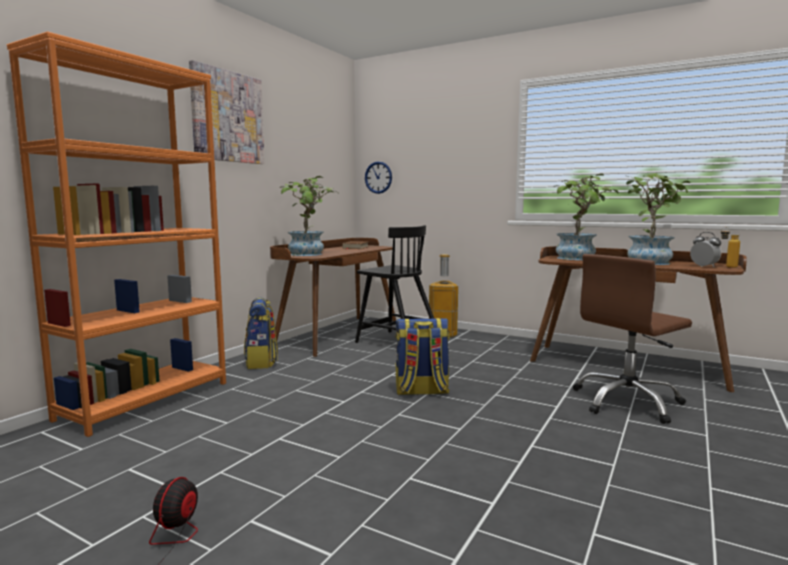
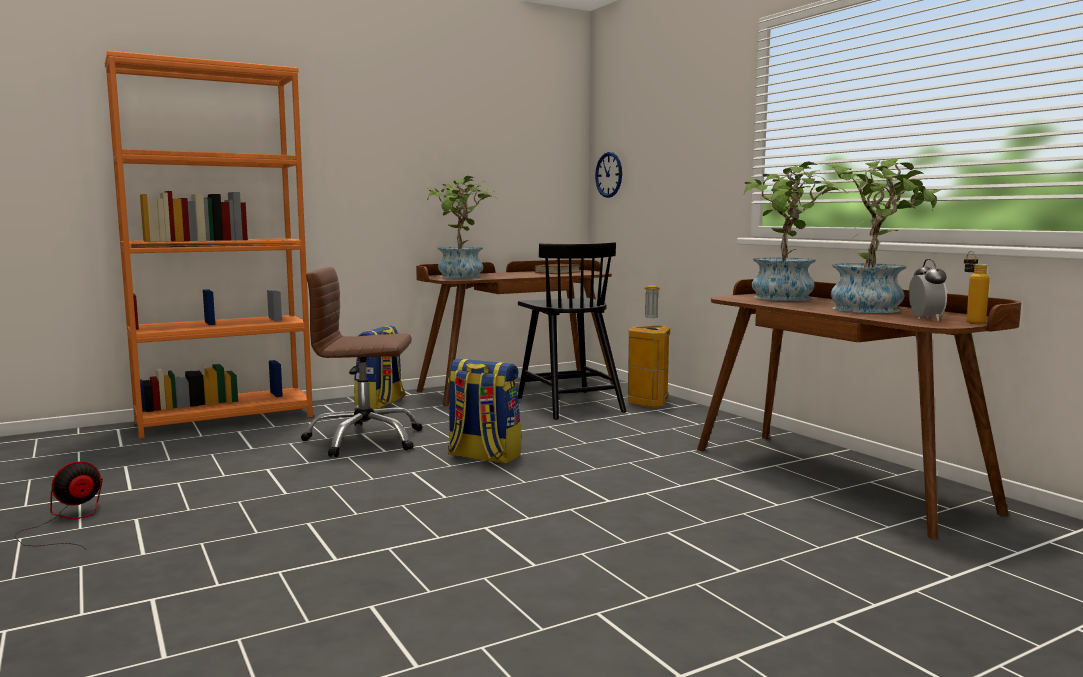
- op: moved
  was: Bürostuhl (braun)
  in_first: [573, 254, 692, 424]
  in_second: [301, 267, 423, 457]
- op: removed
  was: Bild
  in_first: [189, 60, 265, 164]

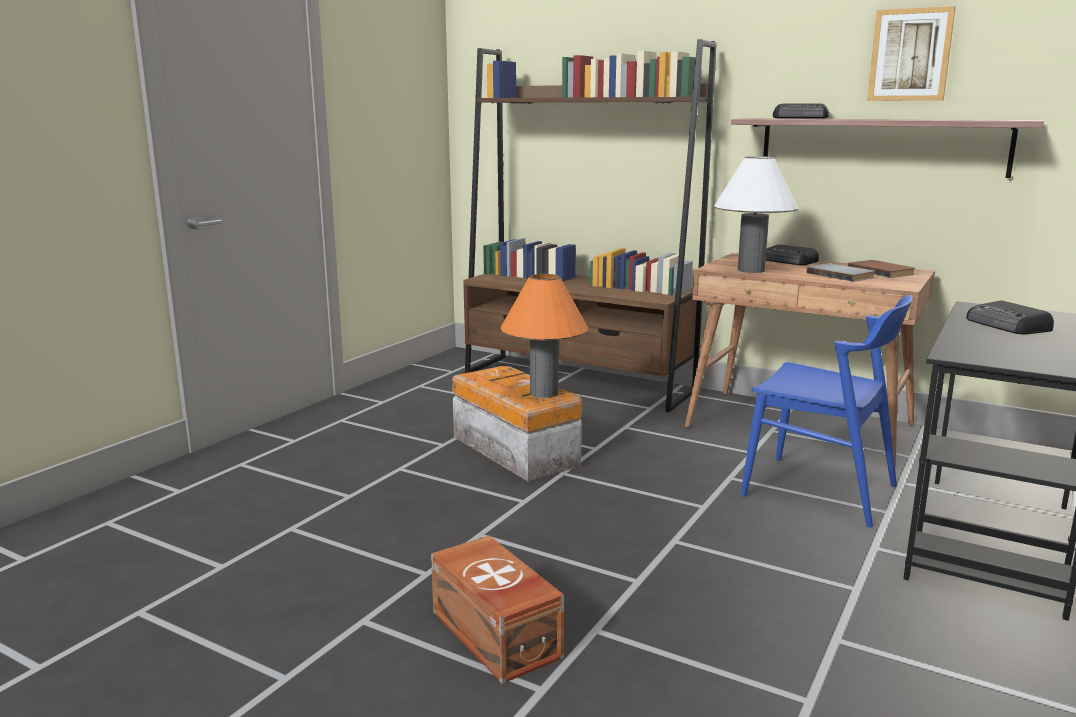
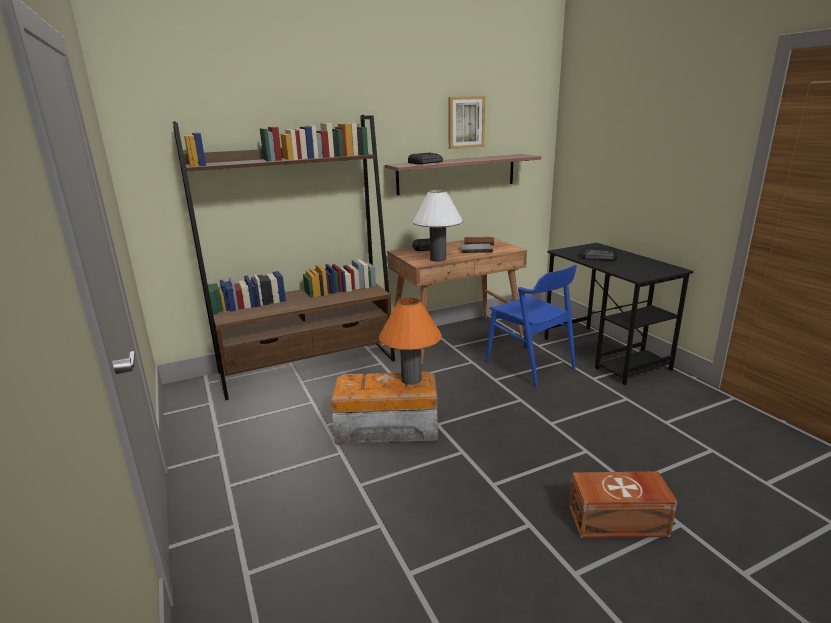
- op: turned
  was: Stuhl (blau)
  in_first: [741, 295, 912, 528]
  in_second: [486, 265, 577, 387]
  clockwise: 75

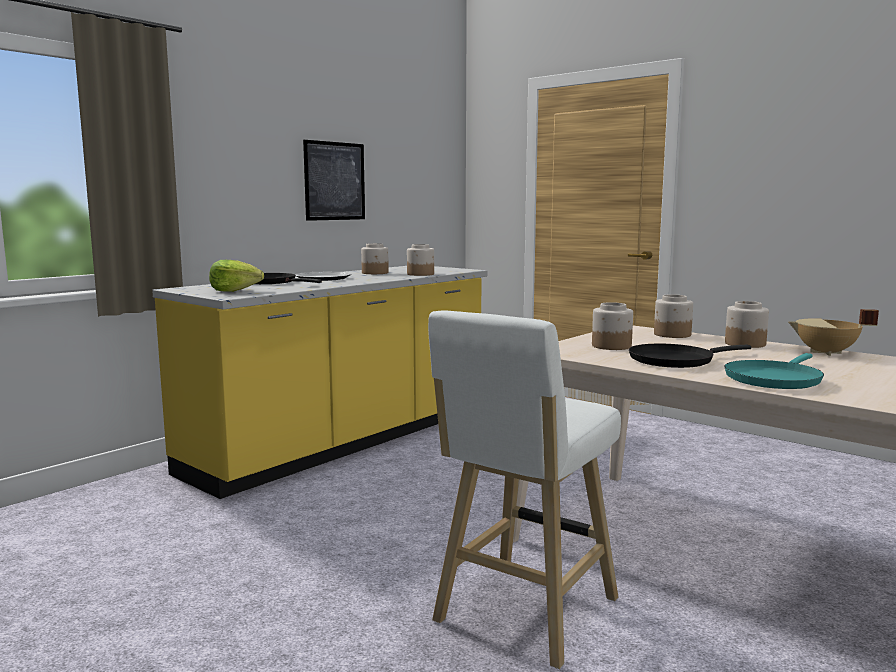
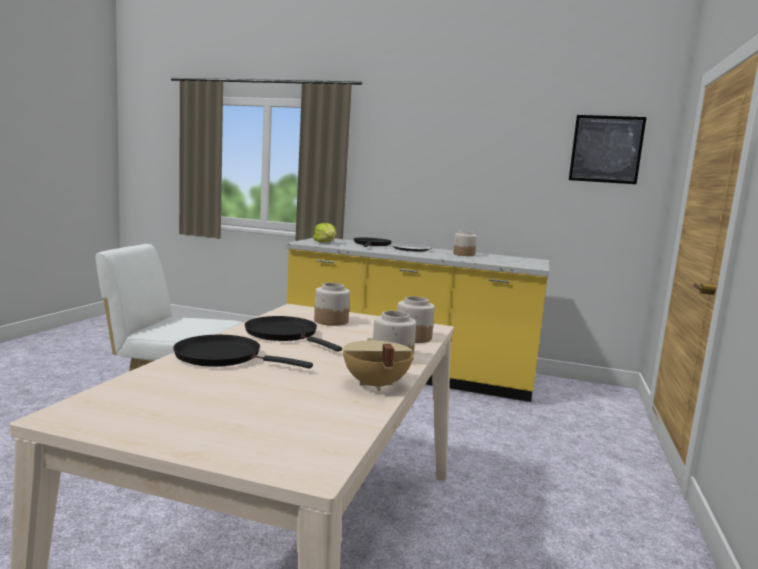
- op: recoloured
  was: Pfanne (türkis)
  now: Pfanne (schwarz)
  in_first: [724, 353, 824, 389]
  in_second: [173, 335, 313, 369]
- op: moved
  was: Bild
  in_first: [303, 140, 365, 221]
  in_second: [569, 115, 647, 184]
- op: removed
  was: Vorratsglas
  in_first: [407, 244, 434, 276]

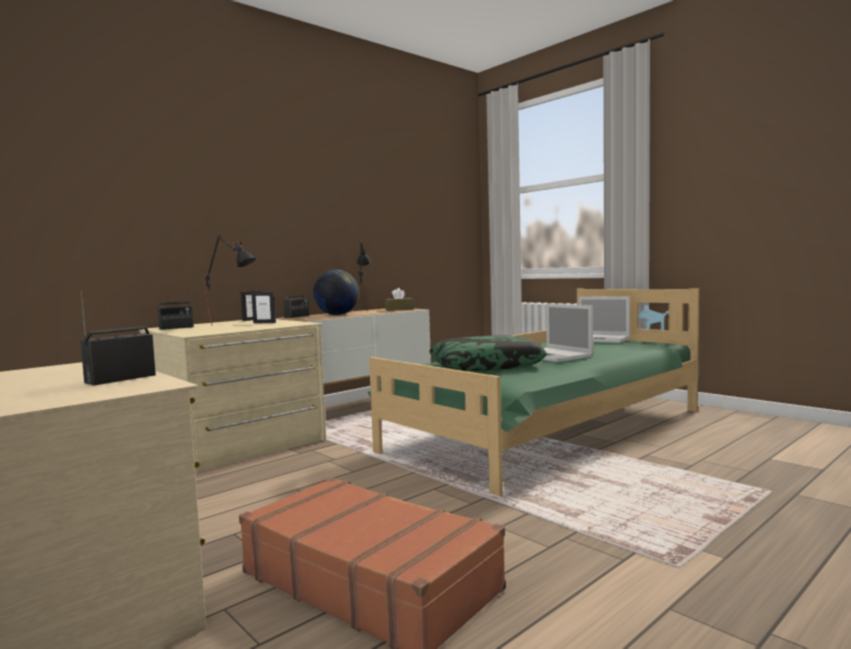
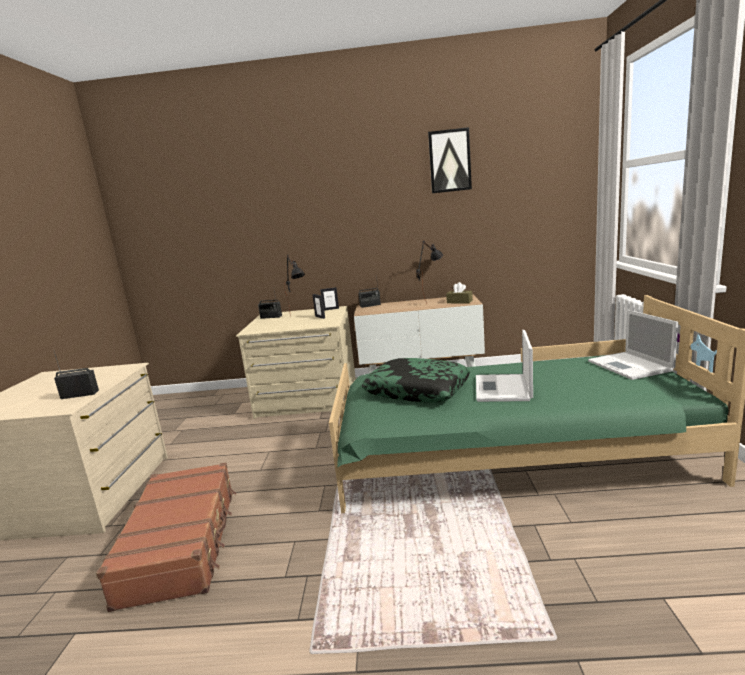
- op: added
  now: Bild
  in_second: [428, 127, 472, 193]
- op: removed
  was: Globus
  in_first: [313, 270, 359, 315]

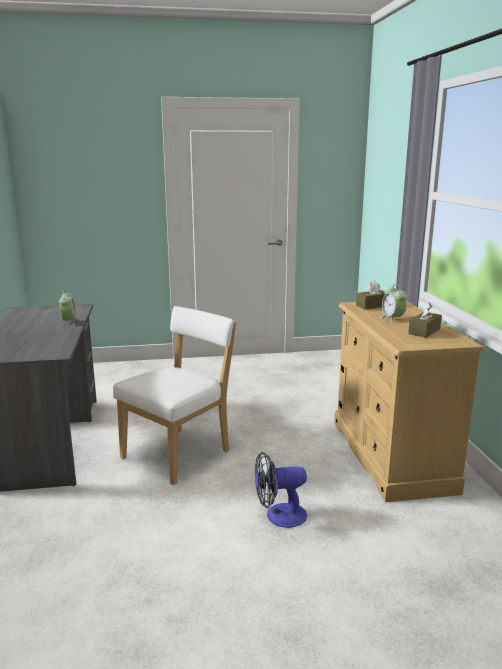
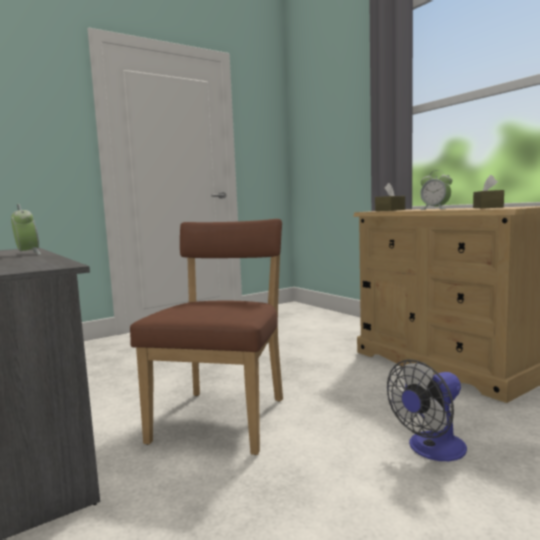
- op: recoloured
  was: Stuhl (weiß)
  now: Stuhl (braun)
  in_first: [113, 306, 236, 485]
  in_second: [130, 219, 283, 455]

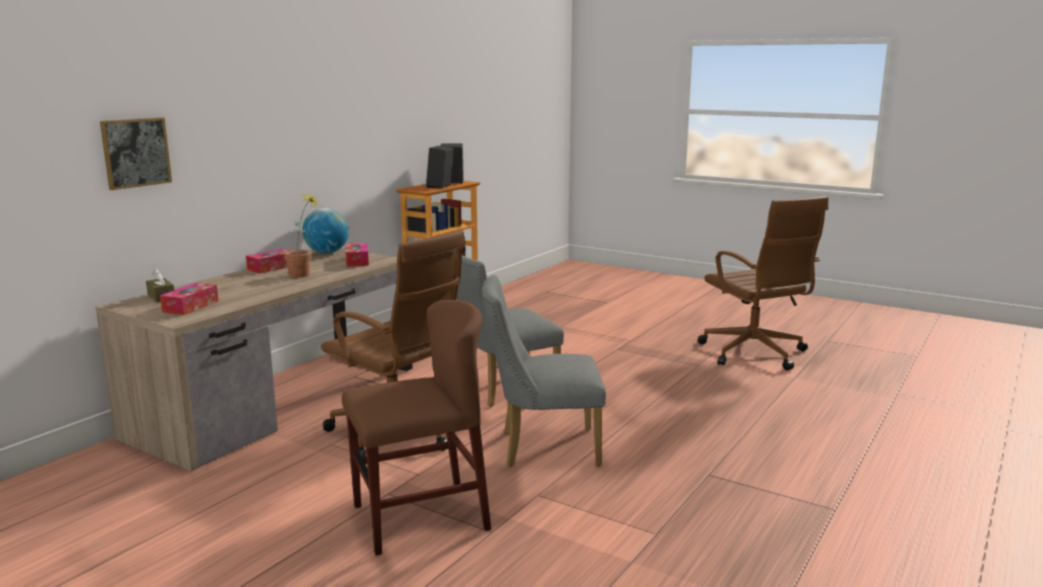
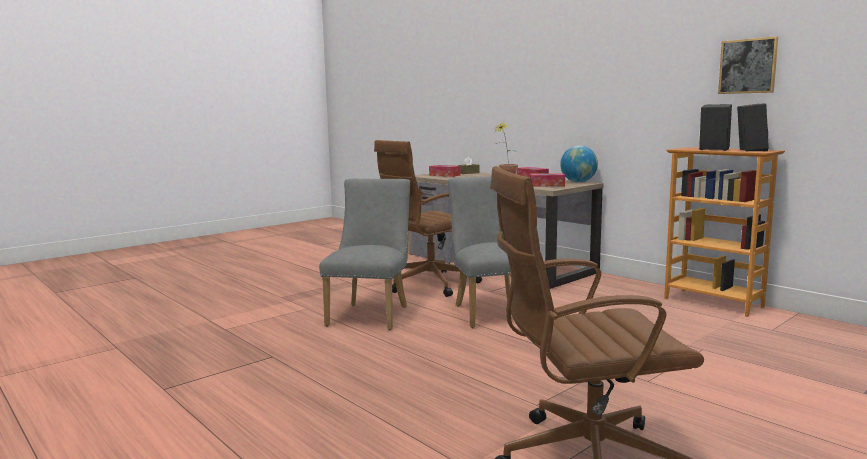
- op: moved
  was: Bild
  in_first: [100, 117, 172, 190]
  in_second: [718, 36, 778, 94]
- op: removed
  was: Stuhl (braun)
  in_first: [342, 300, 491, 556]

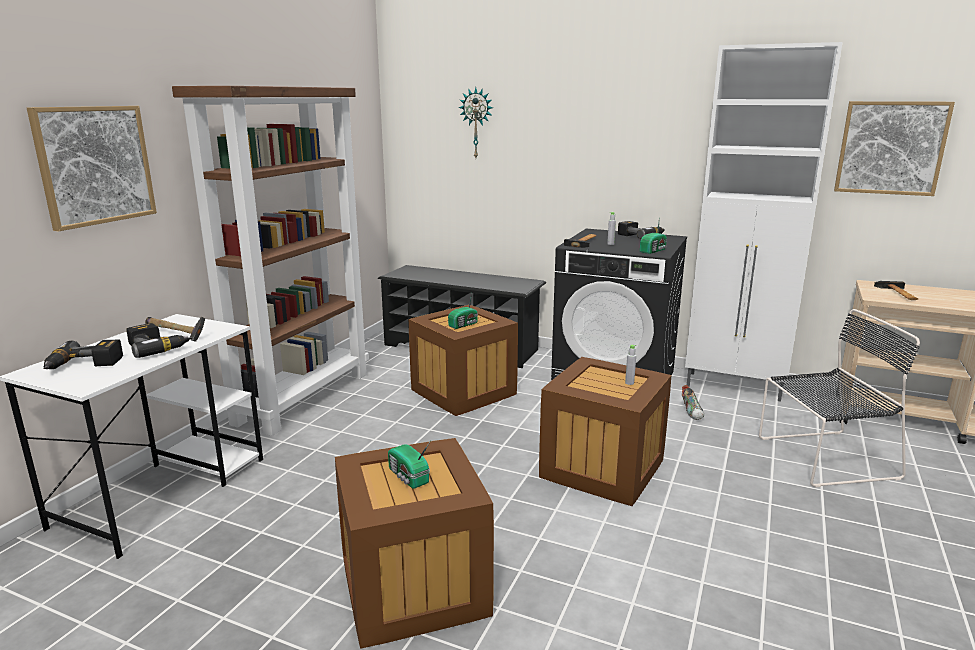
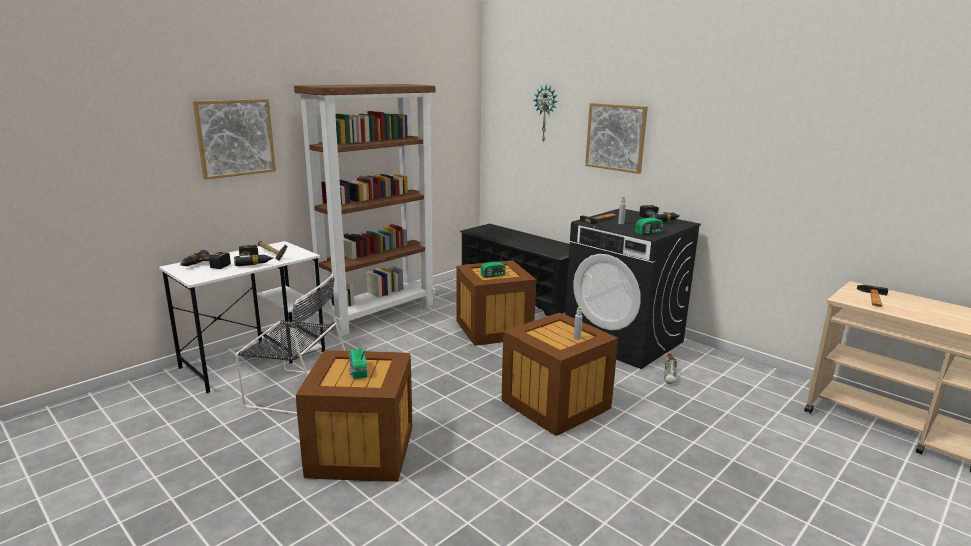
- op: moved
  was: Stuhl (schwarz)
  in_first: [759, 309, 920, 487]
  in_second: [236, 274, 345, 414]
- op: moved
  was: Bild
  in_first: [834, 101, 955, 196]
  in_second: [585, 103, 648, 174]
- op: removed
  was: Schrank (weiß)
  in_first: [685, 42, 843, 402]

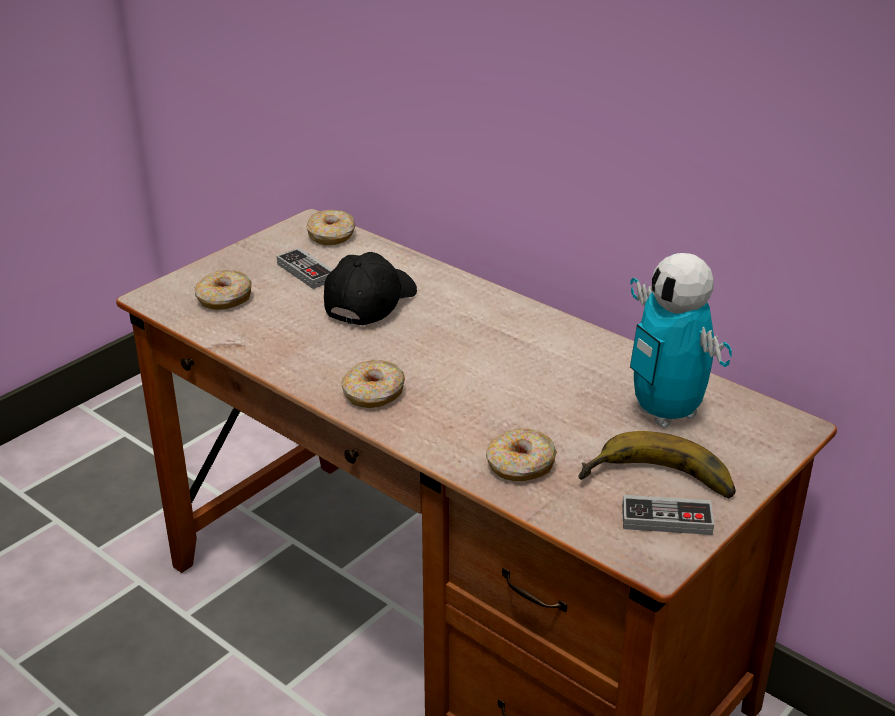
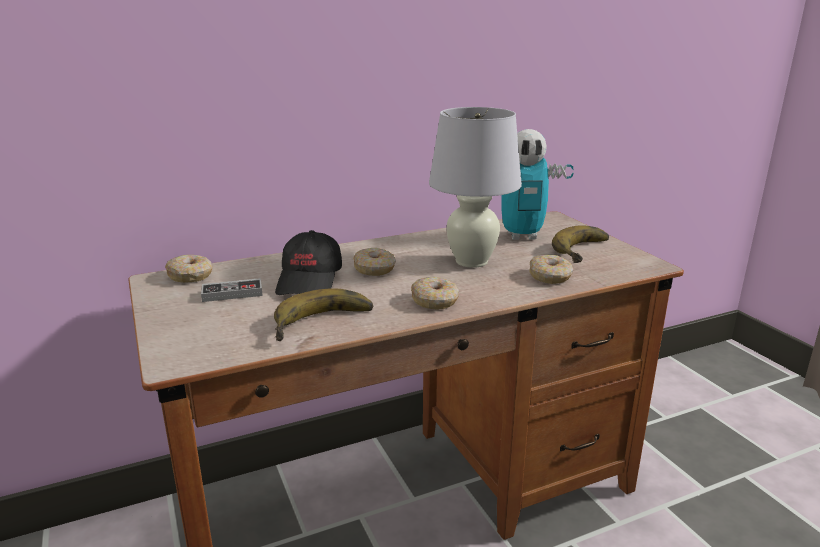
- op: added
  now: Banane
  in_second: [274, 288, 374, 341]
- op: turned
  was: Kappe (schwarz)
  in_first: [324, 252, 417, 325]
  in_second: [275, 230, 342, 295]
  clockwise: -135
- op: moved
  was: Donut
  in_first: [195, 270, 252, 310]
  in_second: [353, 248, 396, 276]
- op: added
  now: Tischlampe (weiß)
  in_second: [429, 107, 522, 268]
- op: removed
  was: Gamepad
  in_first: [622, 495, 714, 535]

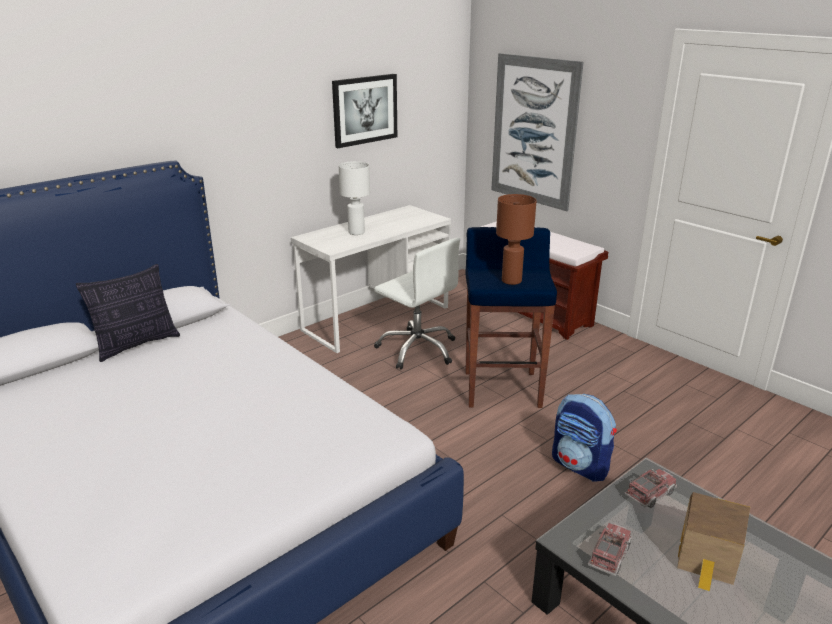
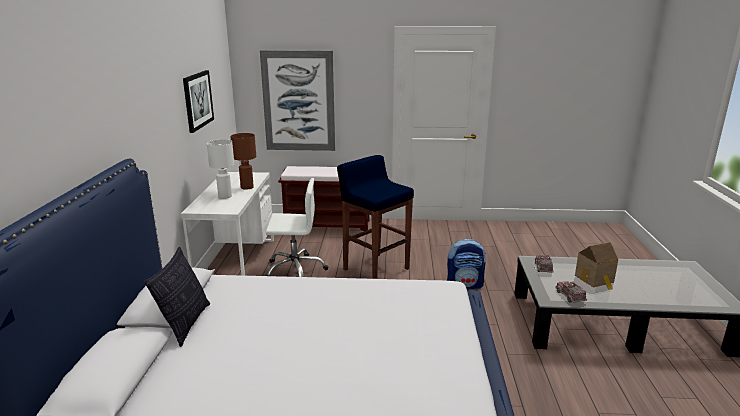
- op: moved
  was: Tischlampe (braun)
  in_first: [496, 194, 537, 285]
  in_second: [230, 133, 256, 190]

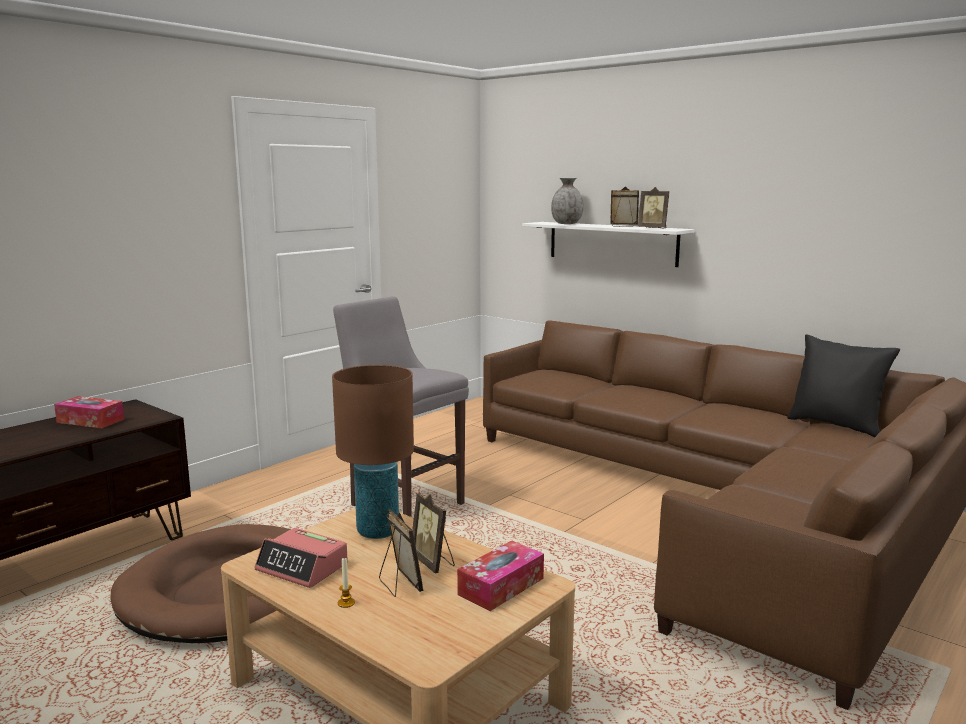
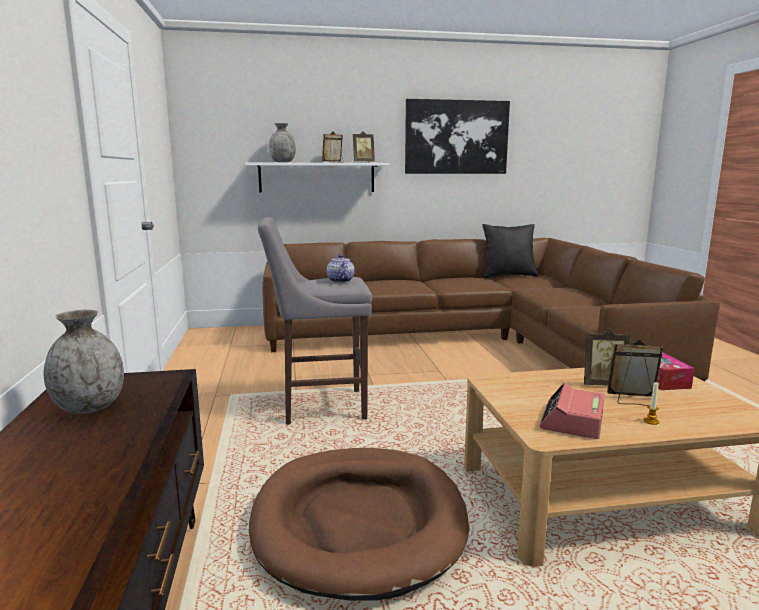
- op: replaced
  was: Taschentuchbox
  now: Vase (grau)
  in_first: [54, 396, 124, 428]
  in_second: [44, 310, 124, 414]
- op: added
  now: Teekanne
  in_second: [327, 254, 355, 283]
- op: added
  now: Bild
  in_second: [405, 99, 510, 174]
- op: turned
  was: Wecker
  in_first: [255, 528, 348, 588]
  in_second: [539, 383, 605, 439]
  clockwise: 135
- op: removed
  was: Tischlampe (braun)
  in_first: [332, 365, 414, 539]

